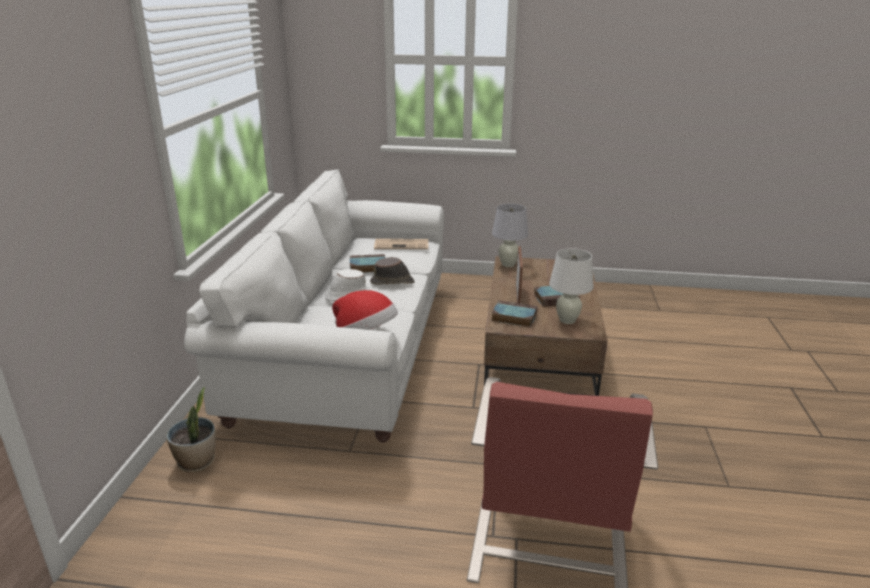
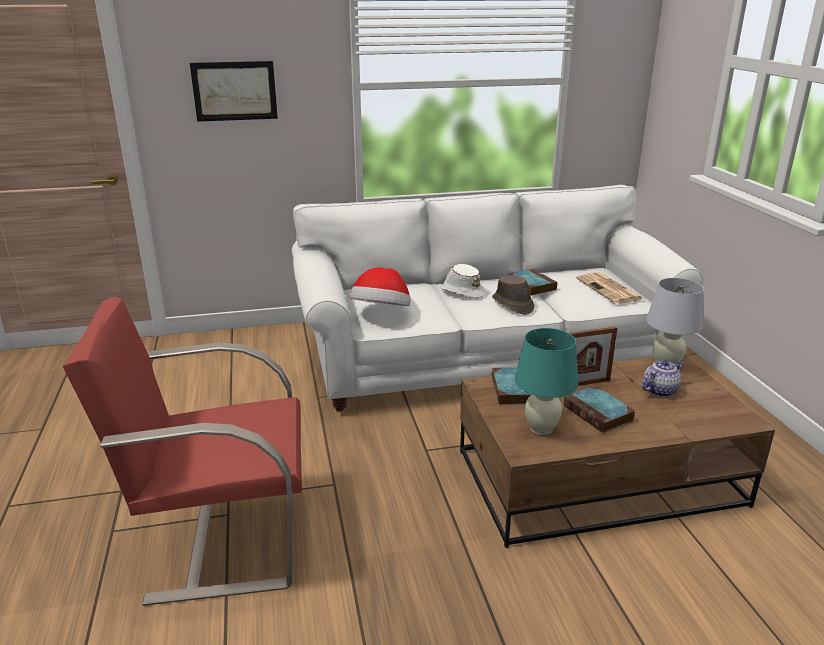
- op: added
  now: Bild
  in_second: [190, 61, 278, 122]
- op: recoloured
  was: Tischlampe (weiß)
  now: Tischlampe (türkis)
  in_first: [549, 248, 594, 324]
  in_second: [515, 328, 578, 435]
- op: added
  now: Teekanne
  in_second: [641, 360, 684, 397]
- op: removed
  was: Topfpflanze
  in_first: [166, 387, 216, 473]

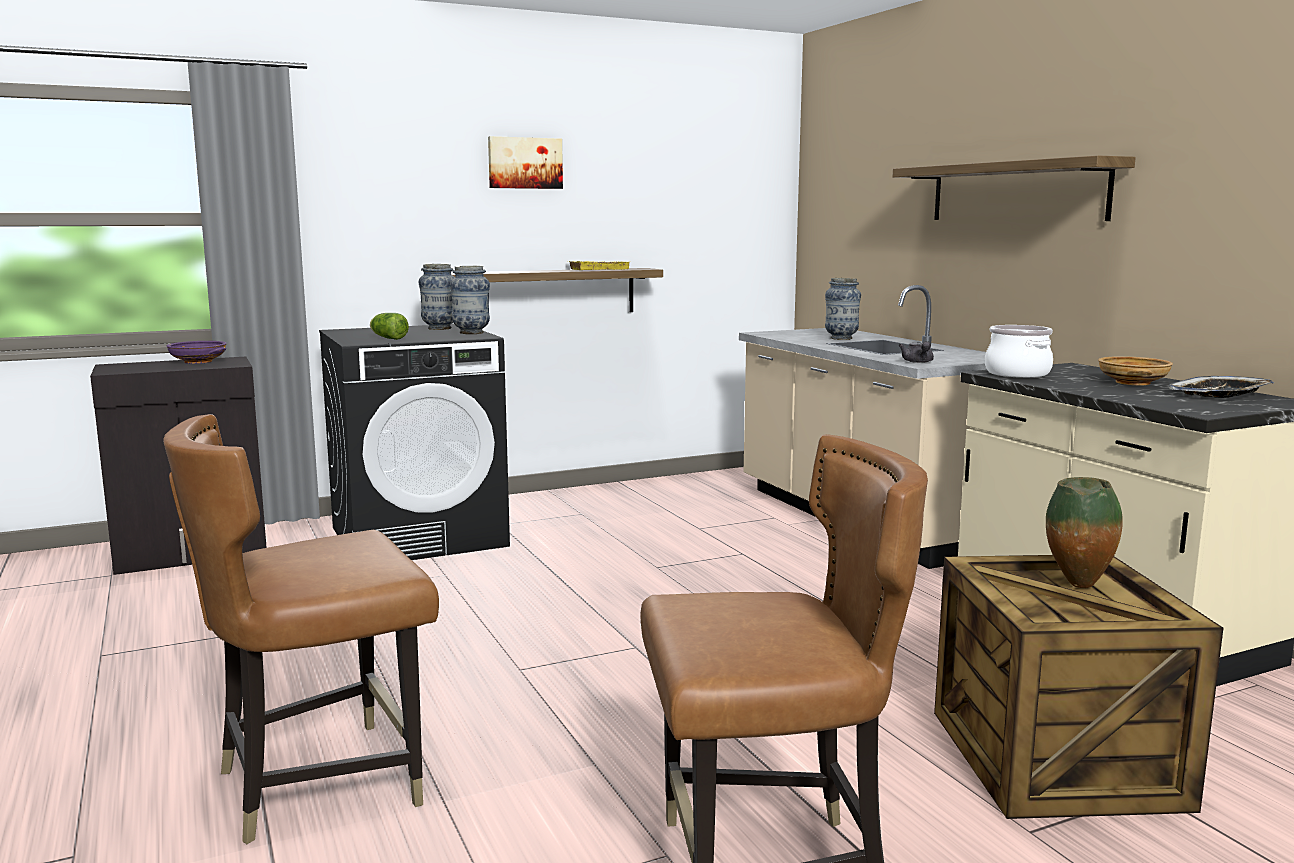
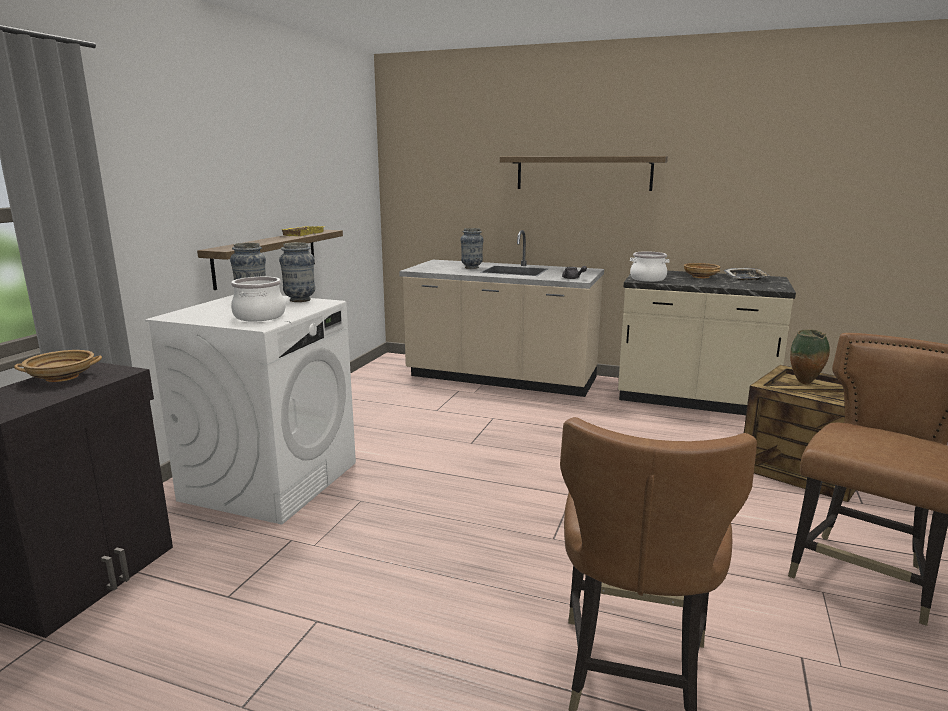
- op: recoloured
  was: Schüssel (lila)
  now: Schüssel (beige)
  in_first: [167, 341, 227, 364]
  in_second: [14, 350, 102, 382]
- op: recoloured
  was: Waschmaschine (schwarz)
  now: Waschmaschine (weiß)
  in_first: [319, 324, 510, 560]
  in_second: [145, 295, 356, 525]
- op: replaced
  was: Salatkopf
  now: Kochtopf
  in_first: [370, 313, 409, 340]
  in_second: [231, 277, 285, 321]
- op: removed
  was: Bild
  in_first: [488, 136, 563, 189]

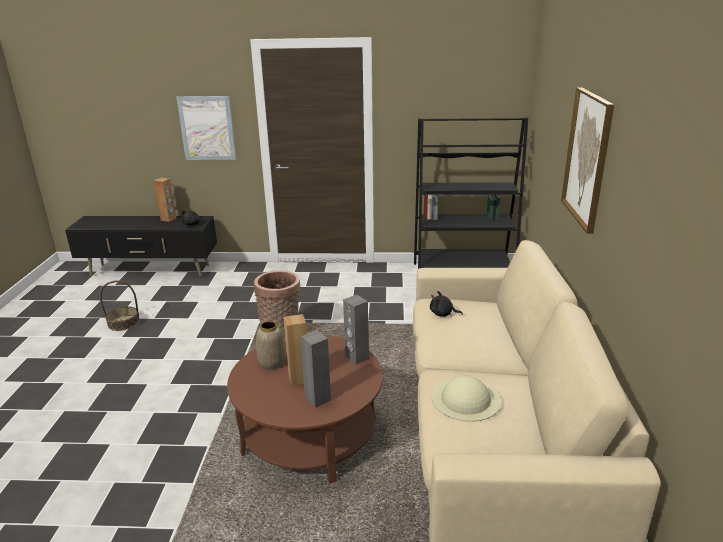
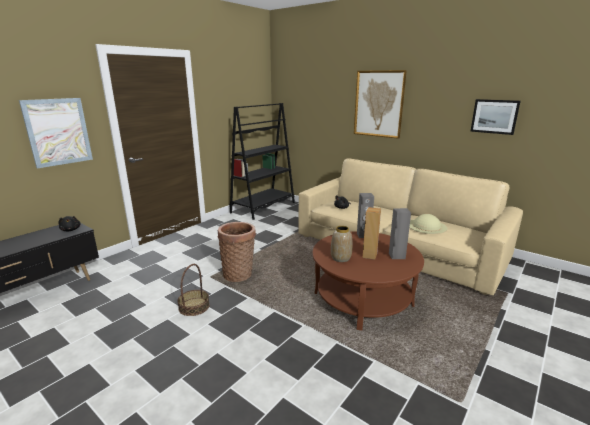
- op: moved
  was: Korb
  in_first: [100, 280, 140, 331]
  in_second: [177, 264, 210, 316]
- op: added
  now: Bild
  in_second: [470, 99, 521, 135]
- op: removed
  was: Lautsprecher (braun)
  in_first: [154, 178, 177, 222]

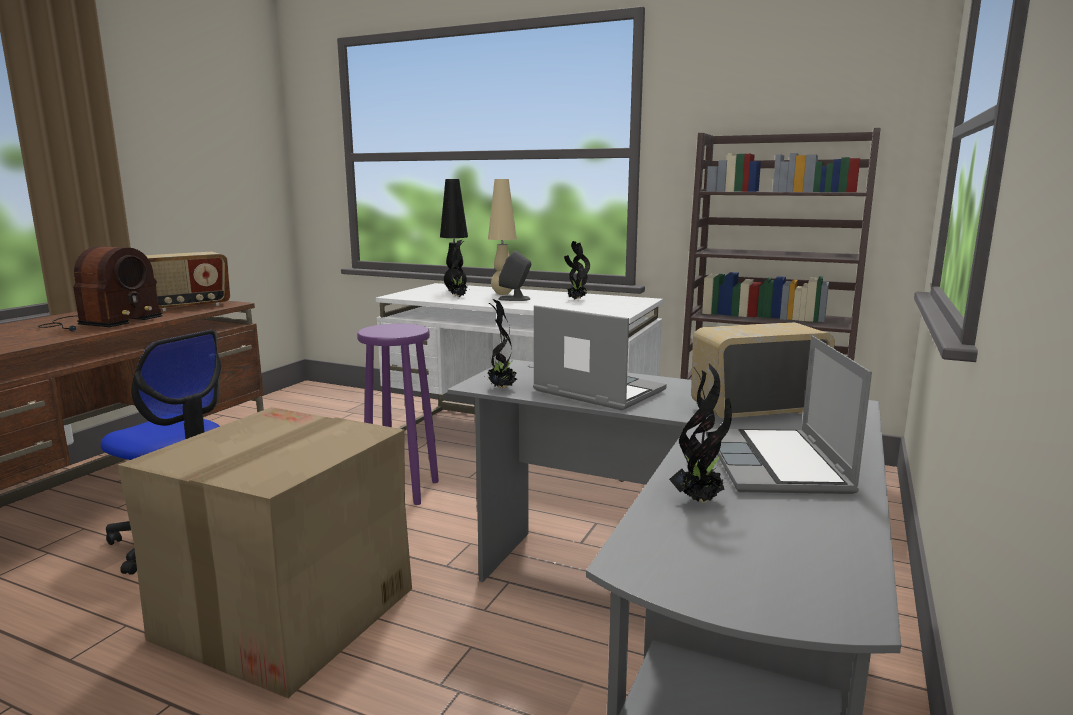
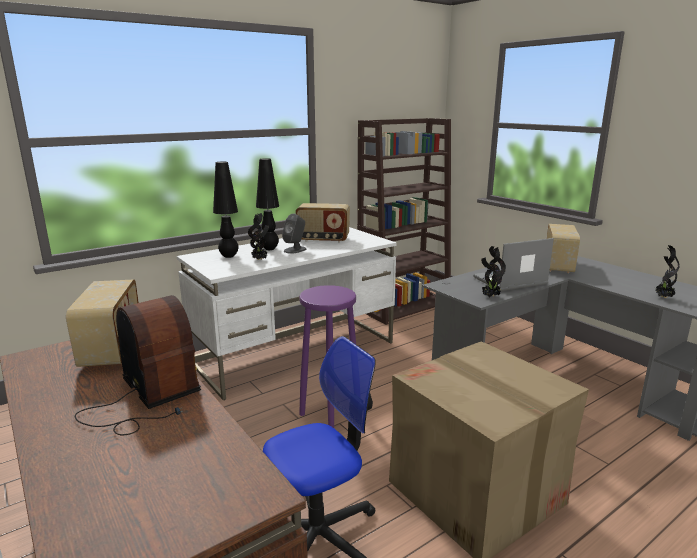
- op: recoloured
  was: Tischlampe (beige)
  now: Tischlampe (schwarz)
  in_first: [488, 179, 517, 295]
  in_second: [256, 158, 279, 250]
- op: replaced
  was: Topfpflanze
  now: Radio
  in_first: [564, 241, 590, 300]
  in_second: [295, 203, 350, 243]
- op: removed
  was: Laptop
  in_first: [705, 335, 872, 494]

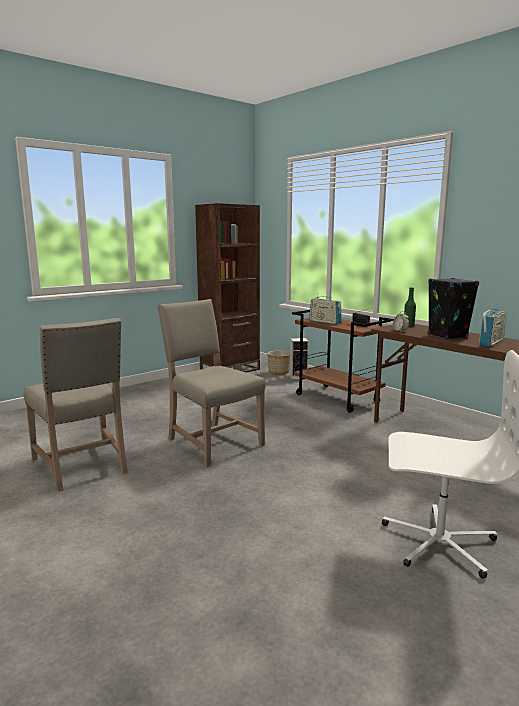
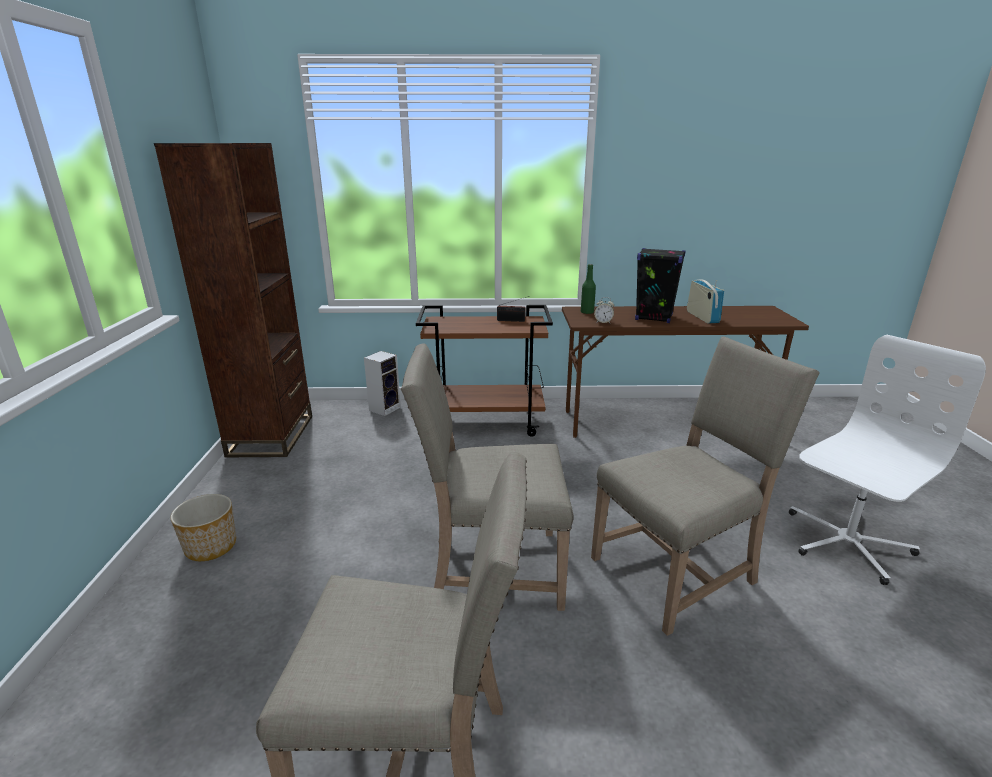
- op: moved
  was: Pflanzkübel
  in_first: [267, 351, 290, 375]
  in_second: [170, 494, 236, 561]
- op: added
  now: Stuhl (beige)
  in_second: [591, 336, 820, 636]
- op: removed
  was: Radio
  in_first: [309, 293, 342, 325]

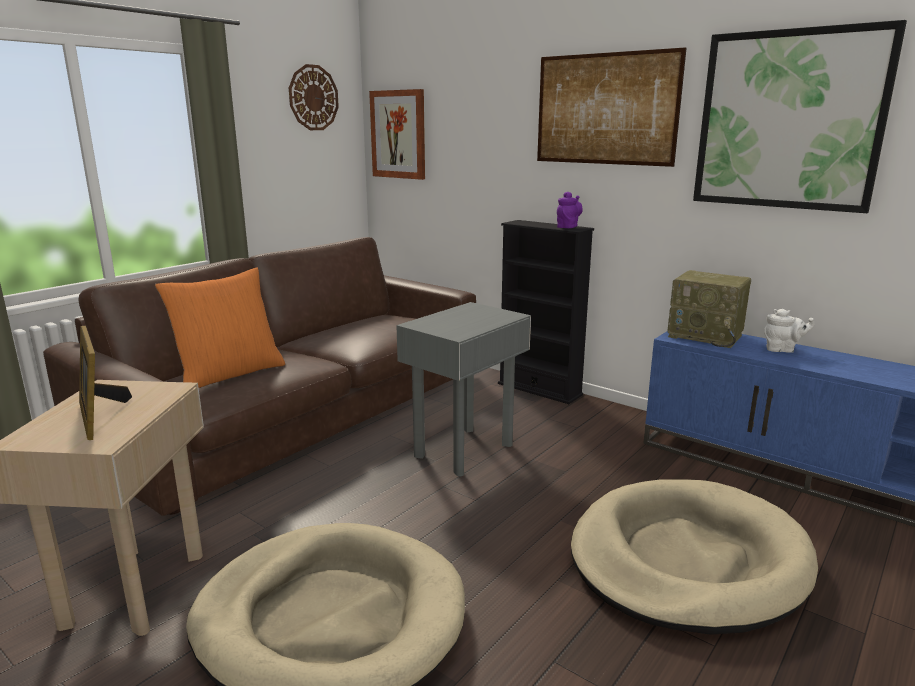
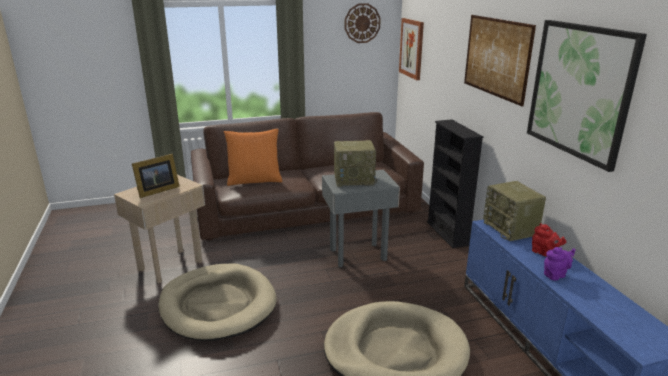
- op: turned
  was: Bilderrahmen
  in_first: [79, 326, 132, 440]
  in_second: [132, 154, 180, 198]
  clockwise: -135
- op: added
  now: Radio
  in_second: [334, 140, 377, 187]
- op: recoloured
  was: Teekanne (weiß)
  now: Teekanne (rot)
  in_first: [764, 309, 814, 353]
  in_second: [532, 223, 566, 257]
- op: moved
  was: Teekanne (lila)
  in_first: [557, 192, 583, 228]
  in_second: [544, 247, 576, 280]

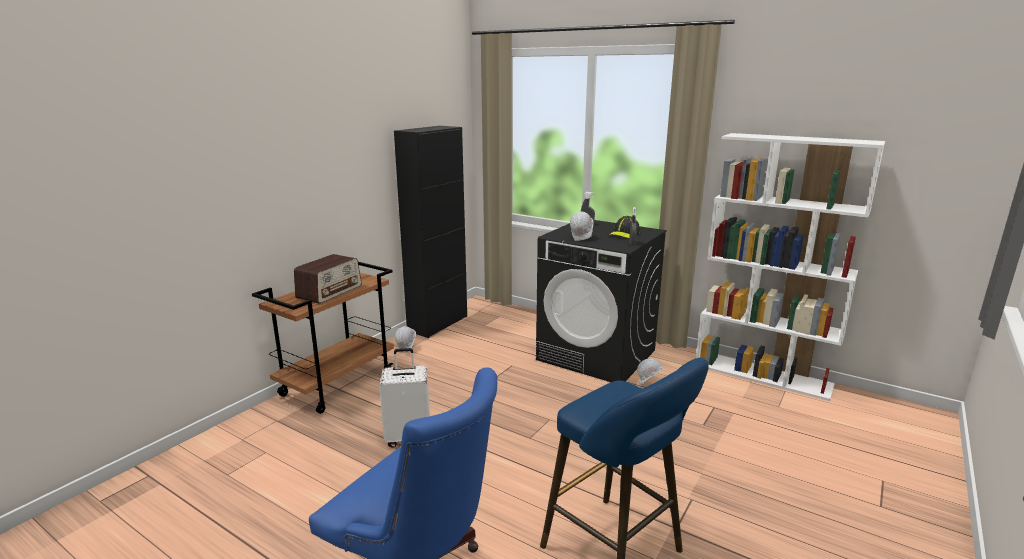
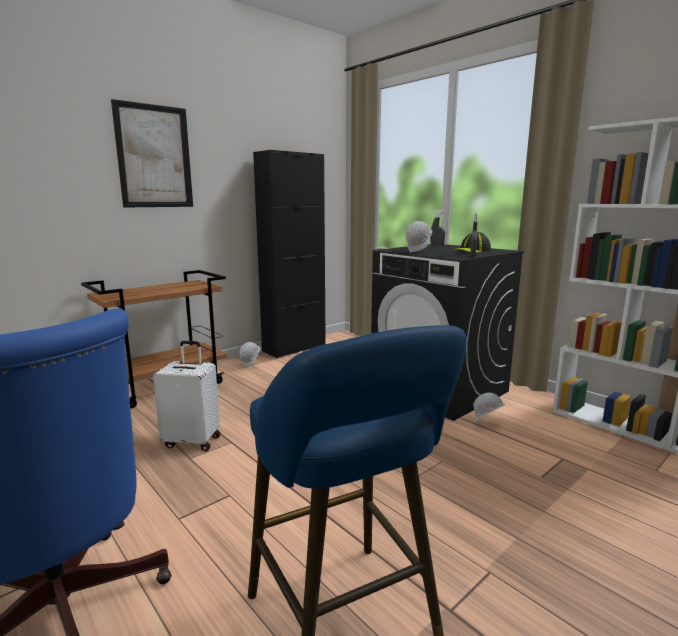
- op: added
  now: Bild
  in_second: [111, 99, 193, 207]
- op: removed
  was: Radio
  in_first: [294, 254, 362, 304]

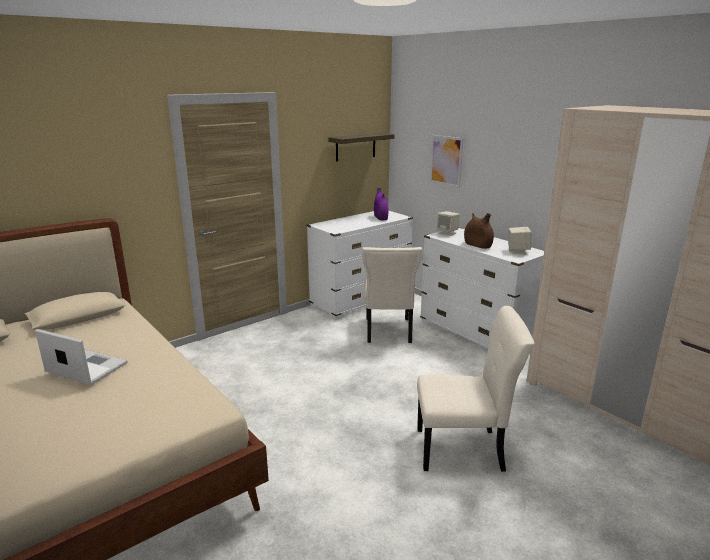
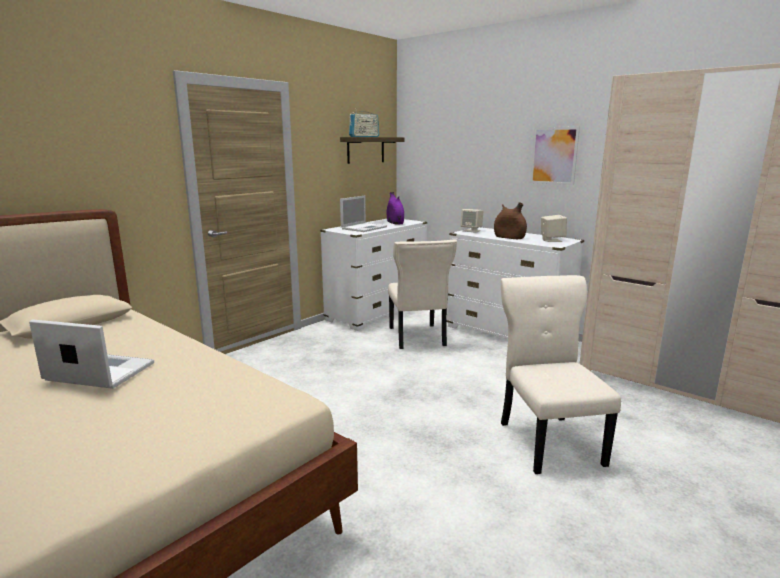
- op: added
  now: Laptop
  in_second: [340, 196, 387, 232]
- op: added
  now: Radio
  in_second: [349, 108, 379, 137]
- op: turned
  was: Stuhl (beige)
  in_first: [417, 306, 534, 472]
  in_second: [501, 275, 621, 474]
  clockwise: -90
- op: moved
  was: Bild
  in_first: [430, 135, 464, 188]
  in_second: [530, 127, 580, 185]

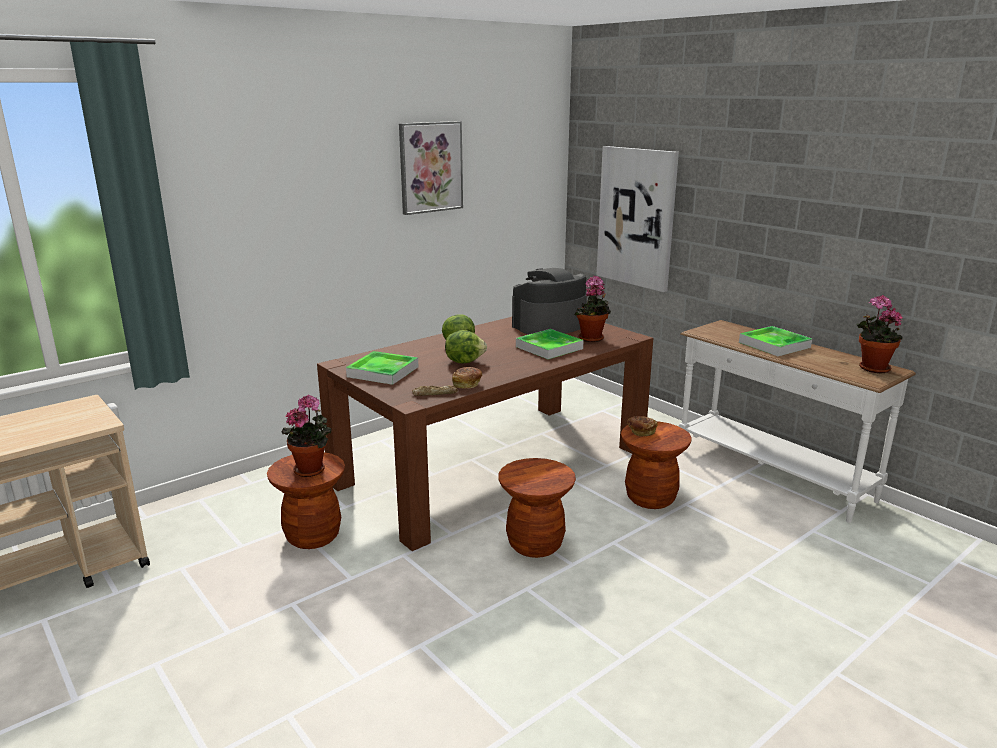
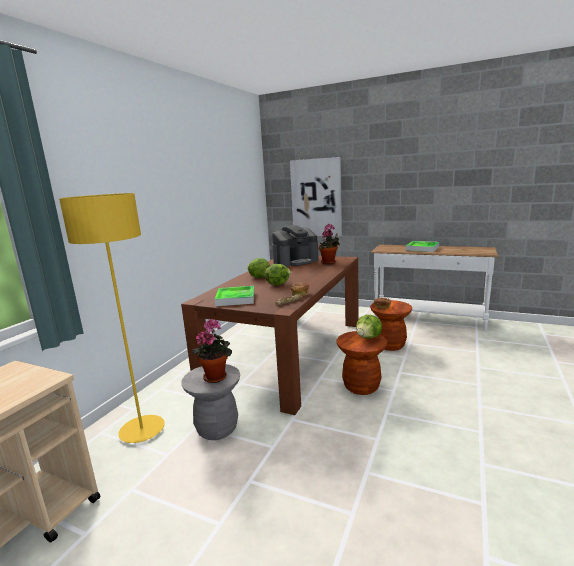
- op: added
  now: Stehlampe (gelb)
  in_second: [59, 193, 165, 443]
- op: recoloured
  was: Hocker (braun)
  now: Hocker (grau)
  in_first: [267, 452, 345, 549]
  in_second: [181, 364, 240, 440]
- op: turned
  was: Kaffeemaschine
  in_first: [512, 268, 587, 335]
  in_second: [272, 225, 319, 267]
  clockwise: -150
- op: added
  now: Salatkopf
  in_second: [356, 315, 382, 339]
- op: removed
  was: Bild
  in_first: [399, 121, 463, 215]
- op: removed
  was: Tablett
  in_first: [516, 329, 584, 359]
- op: removed
  was: Topfpflanze
  in_first: [856, 295, 903, 373]

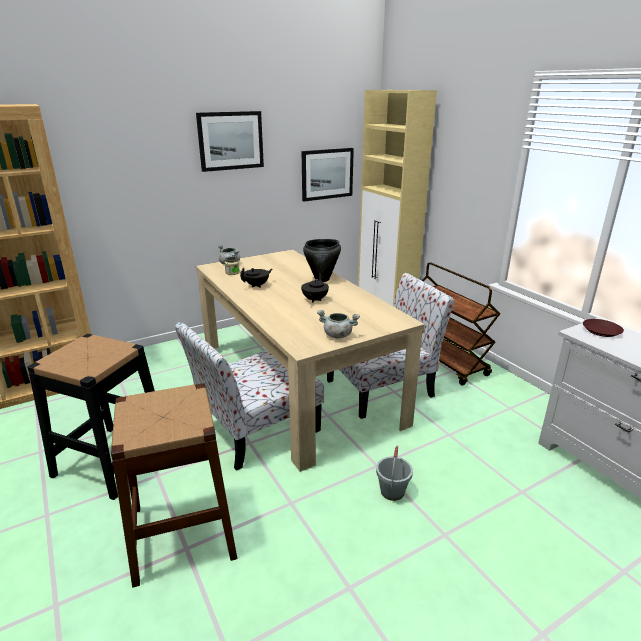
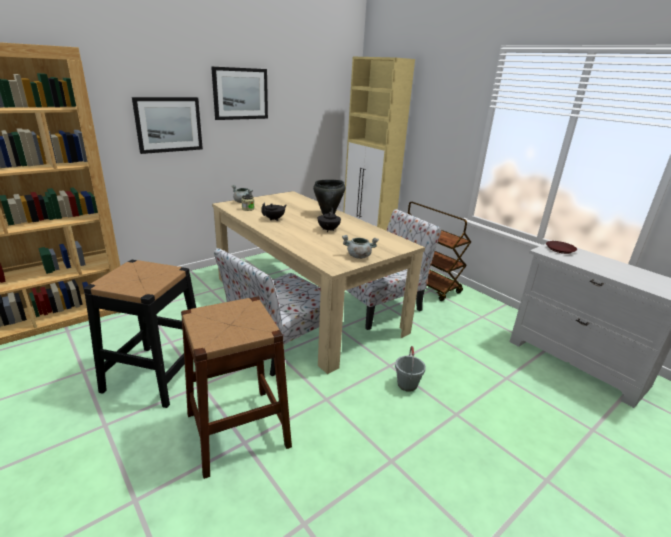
- op: moved
  was: Bild
  in_first: [302, 148, 354, 201]
  in_second: [132, 97, 203, 154]

